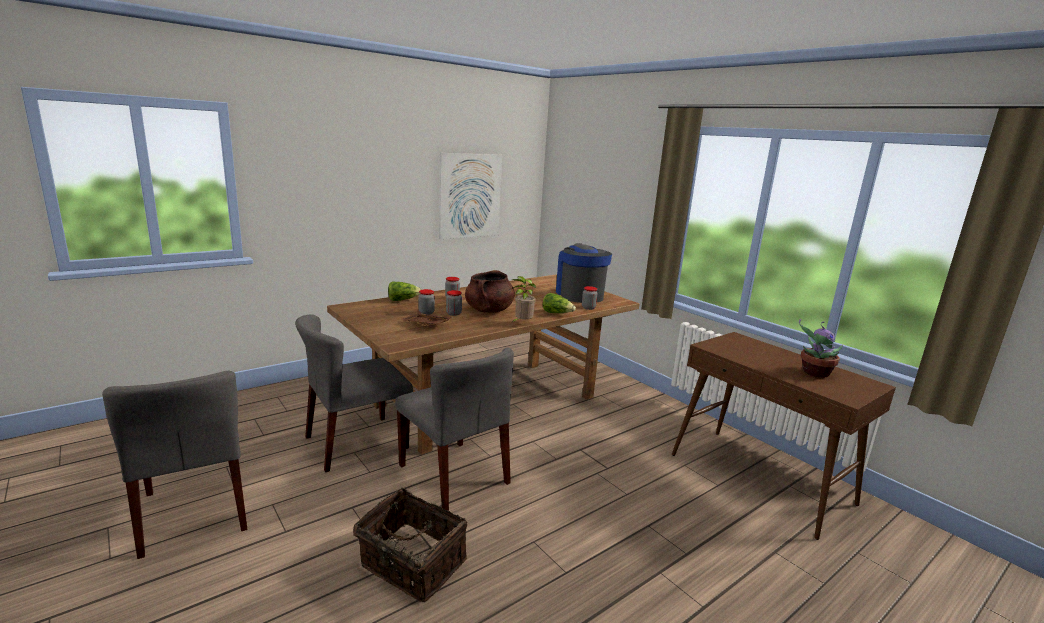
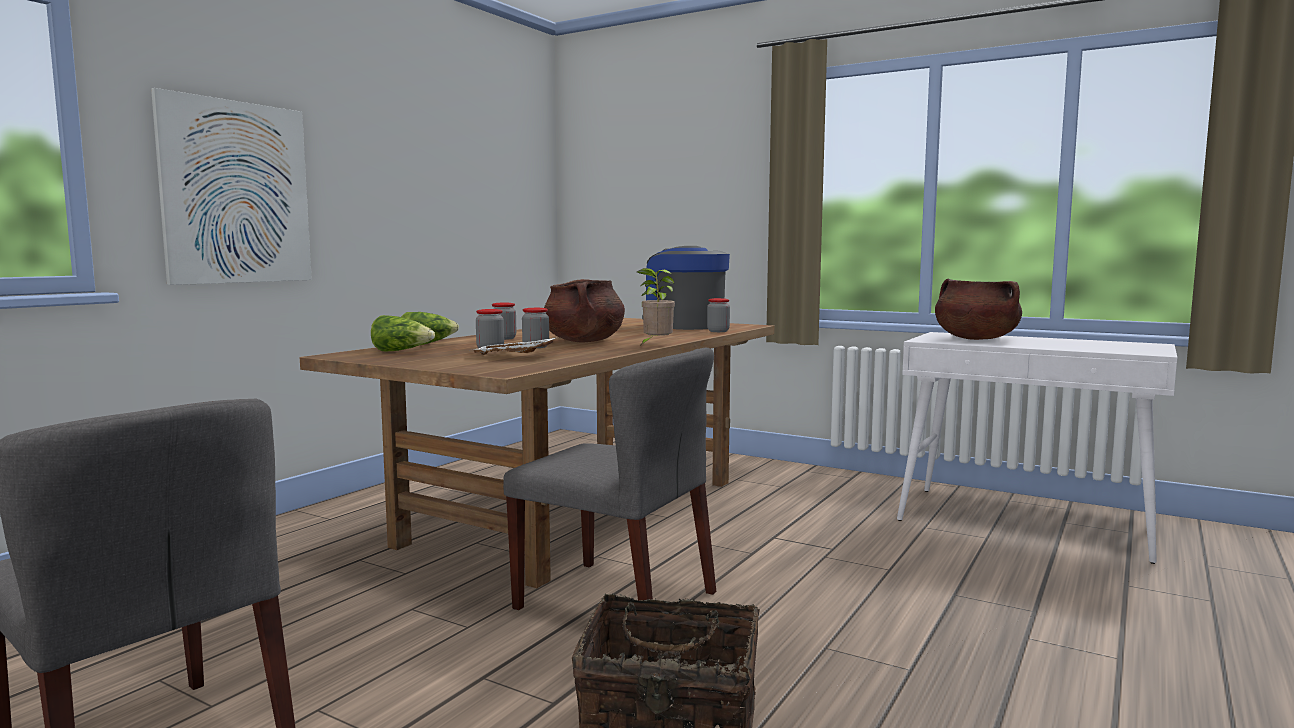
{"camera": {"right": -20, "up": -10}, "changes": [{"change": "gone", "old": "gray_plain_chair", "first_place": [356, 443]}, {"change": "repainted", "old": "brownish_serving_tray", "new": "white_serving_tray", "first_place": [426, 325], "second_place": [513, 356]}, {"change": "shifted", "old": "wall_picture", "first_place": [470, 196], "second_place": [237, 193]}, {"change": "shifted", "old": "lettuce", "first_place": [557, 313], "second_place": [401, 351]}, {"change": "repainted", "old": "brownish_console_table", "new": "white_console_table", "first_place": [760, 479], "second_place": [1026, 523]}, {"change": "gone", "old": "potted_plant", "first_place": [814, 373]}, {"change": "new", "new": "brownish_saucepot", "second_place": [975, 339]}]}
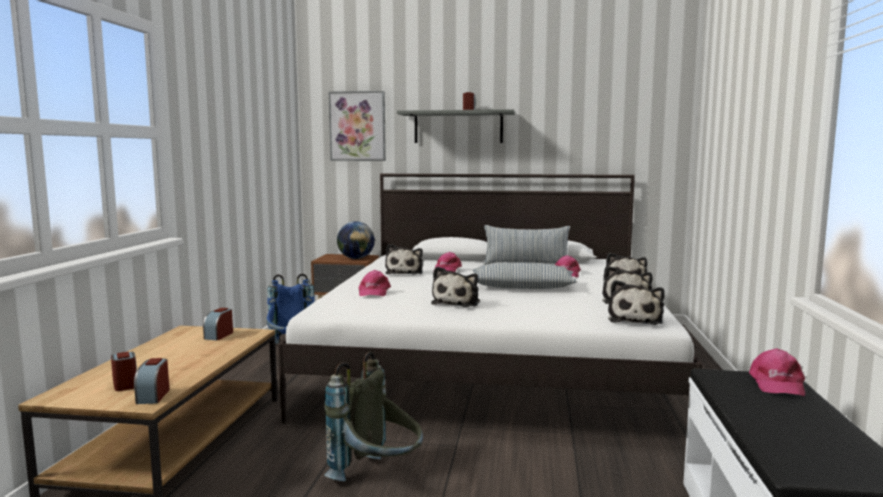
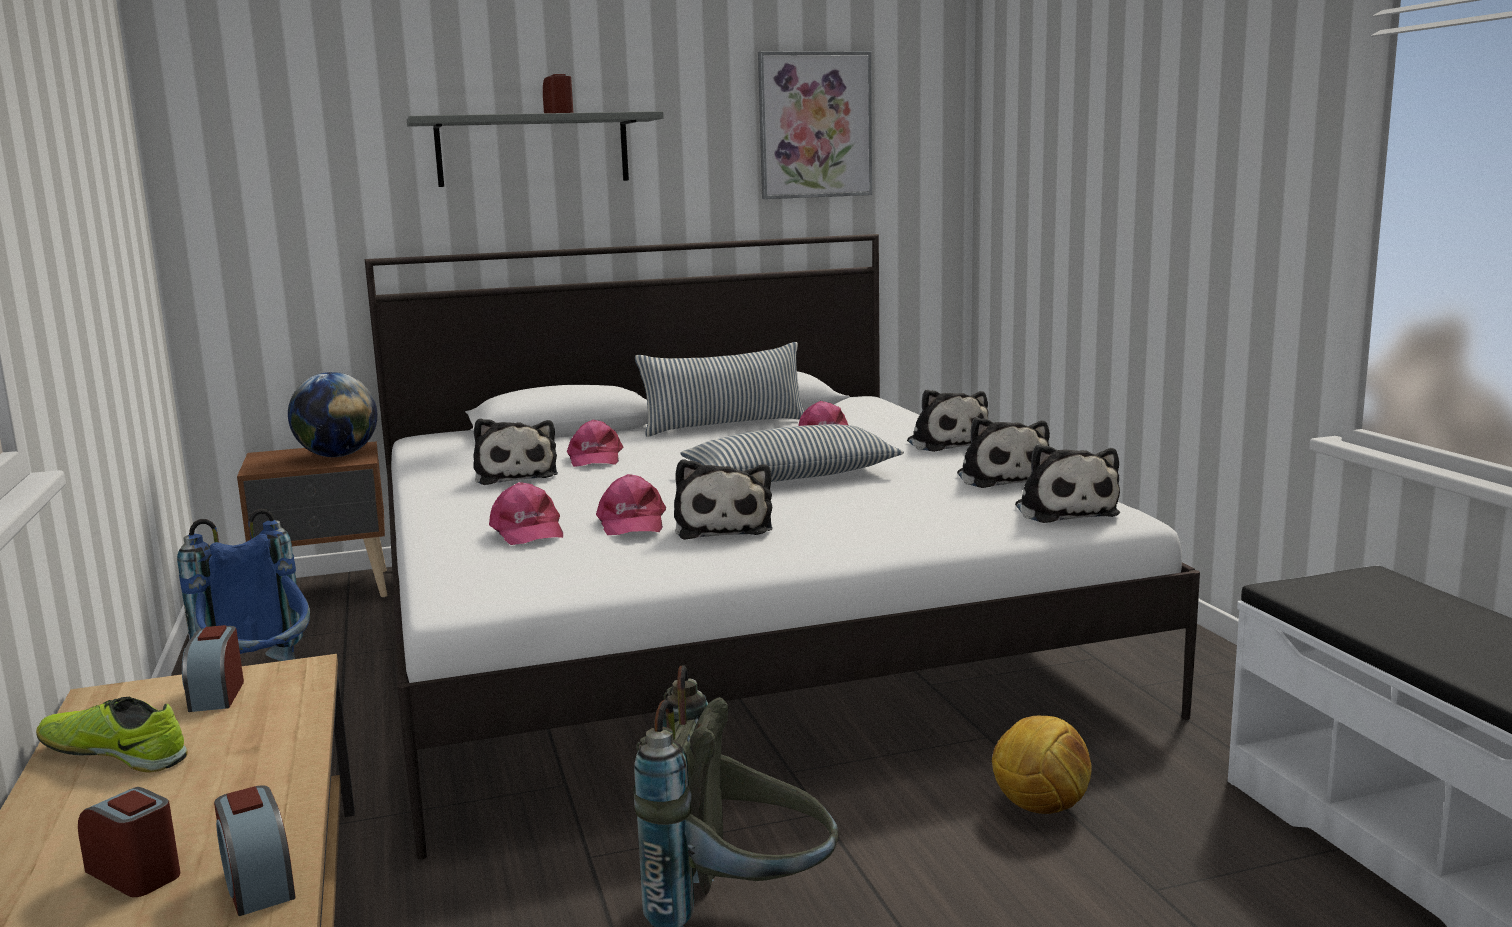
{"camera": {"right": -25, "up": 5}, "changes": [{"change": "shifted", "old": "wall_picture", "first_place": [357, 126], "second_place": [814, 125]}, {"change": "shifted", "old": "pink_cap", "first_place": [776, 383], "second_place": [631, 522]}, {"change": "new", "new": "low_shoe", "second_place": [115, 754]}, {"change": "new", "new": "football", "second_place": [1039, 807]}]}
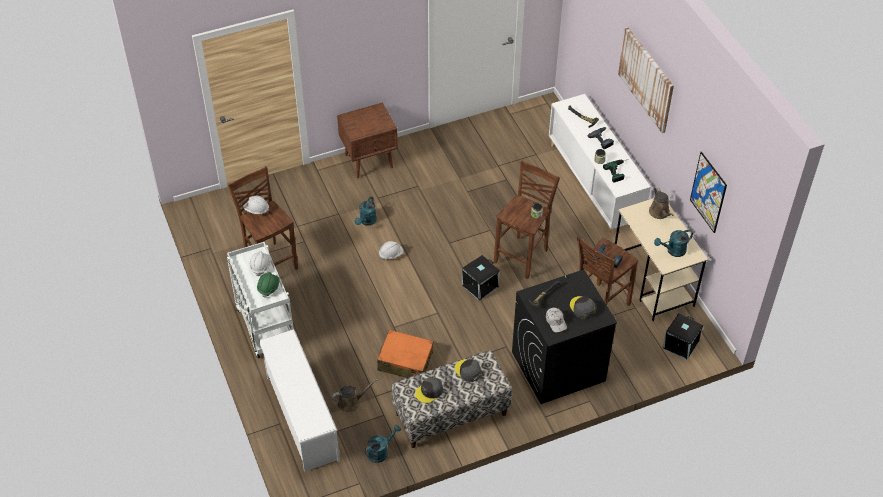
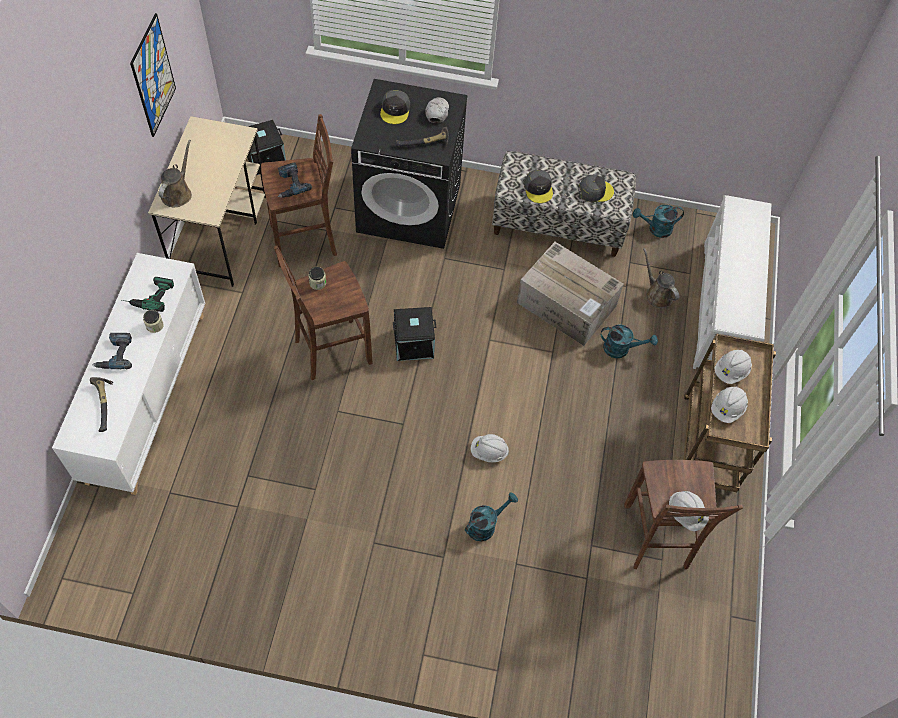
{"camera": {"right": -150, "up": 10}, "changes": [{"change": "repainted", "old": "white_wheeled_cart", "new": "brownish_wheeled_cart", "first_place": [264, 326], "second_place": [710, 444]}, {"change": "repainted", "old": "green_work_helmet", "new": "white_work_helmet", "first_place": [268, 288], "second_place": [731, 371]}, {"change": "rotated", "old": "brownish_sprinkling_can", "first_place": [351, 402], "second_place": [657, 294], "degrees": 45}, {"change": "gone", "old": "brownish_nightstand", "first_place": [369, 161]}, {"change": "swapped", "old": "orange_piece_of_luggage", "new": "packing_box", "first_place": [405, 361], "second_place": [567, 305]}, {"change": "gone", "old": "wall_picture", "first_place": [646, 79]}, {"change": "shifted", "old": "blue-green_sprinkling_can", "first_place": [673, 251], "second_place": [621, 349]}]}
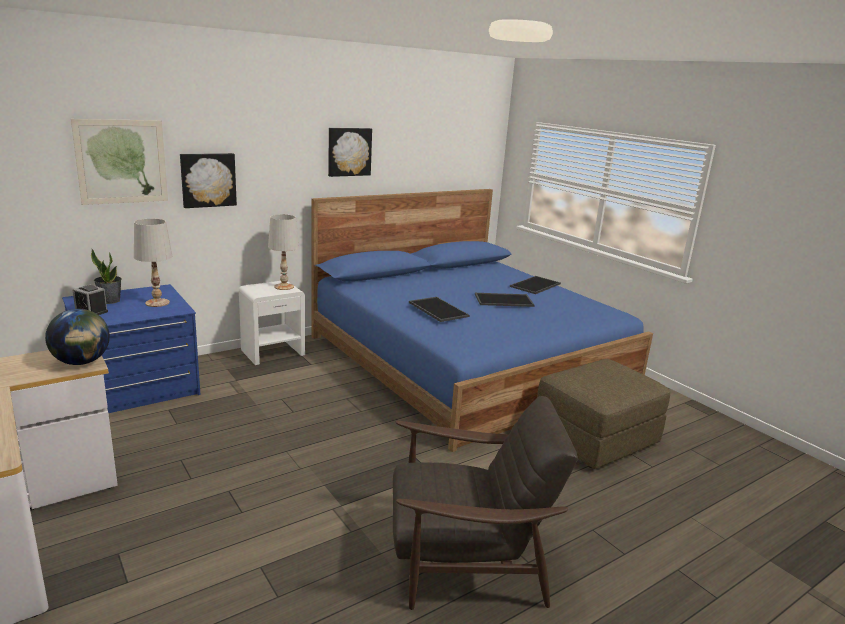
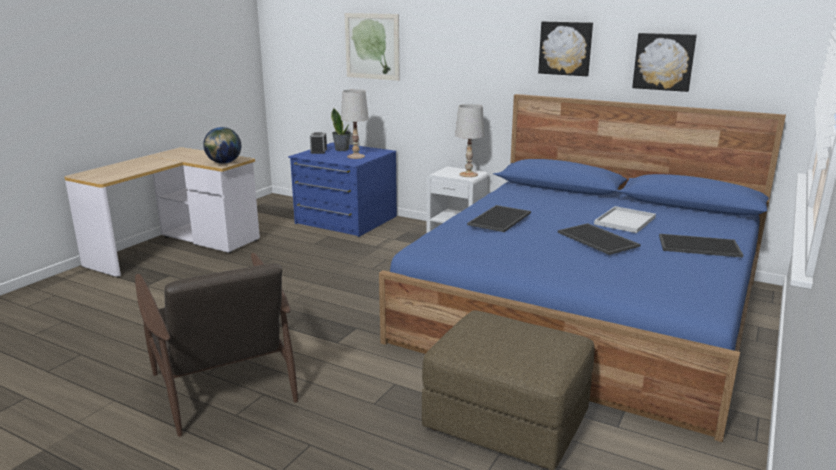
{"camera": {"right": 65, "up": 0}, "changes": [{"change": "shifted", "old": "wall_picture", "first_place": [208, 180], "second_place": [664, 61]}, {"change": "new", "new": "white_serving_tray", "second_place": [625, 221]}]}
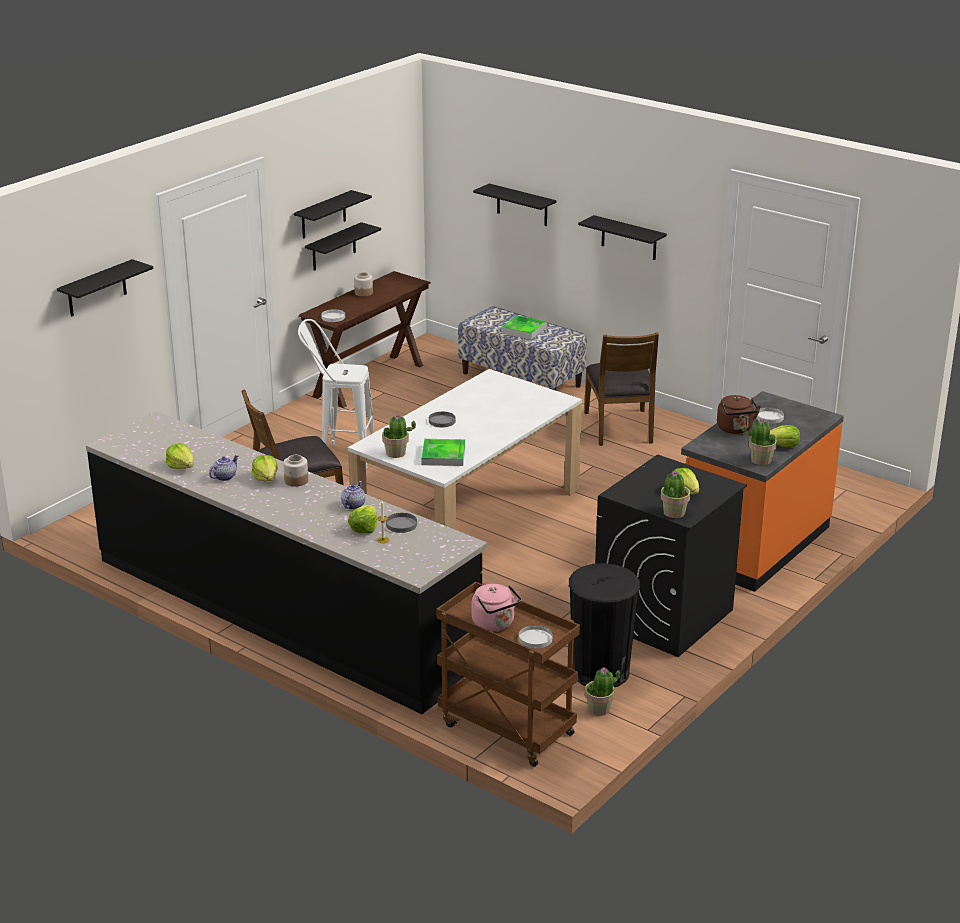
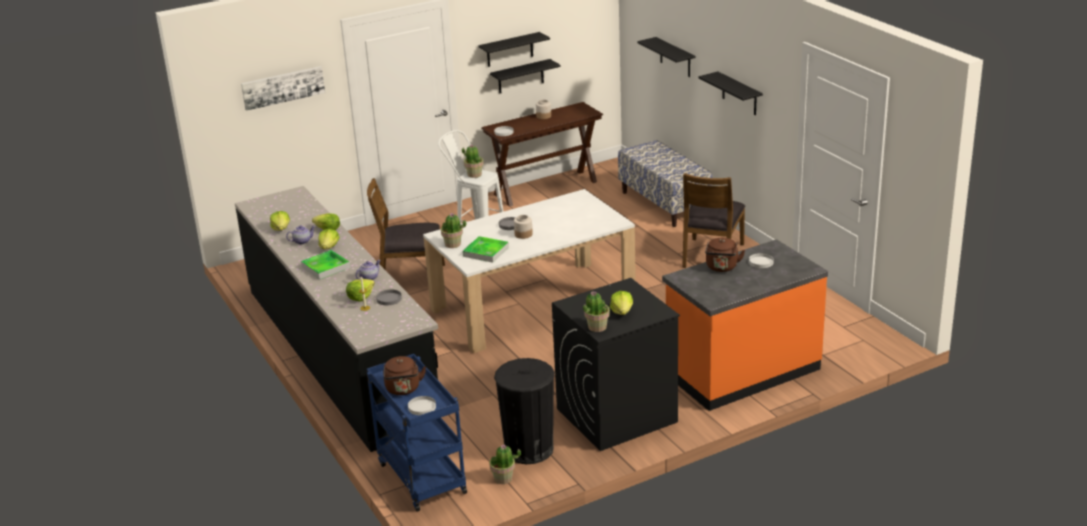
{"camera": {"right": 25, "up": 0}, "changes": [{"change": "swapped", "old": "black_wall_shelf", "new": "wall_picture", "first_place": [97, 289], "second_place": [283, 87]}, {"change": "shifted", "old": "storage_jar", "first_place": [296, 481], "second_place": [523, 234]}, {"change": "repainted", "old": "brownish_wheeled_cart", "new": "bluish_wheeled_cart", "first_place": [504, 729], "second_place": [420, 477]}, {"change": "repainted", "old": "pink_tea_kettle", "new": "brownish_tea_kettle", "first_place": [495, 624], "second_place": [403, 389]}, {"change": "shifted", "old": "serving_tray", "first_place": [523, 330], "second_place": [325, 267]}, {"change": "shifted", "old": "potted_plant", "first_place": [760, 460], "second_place": [474, 174]}, {"change": "shifted", "old": "lettuce", "first_place": [782, 446], "second_place": [327, 229]}]}
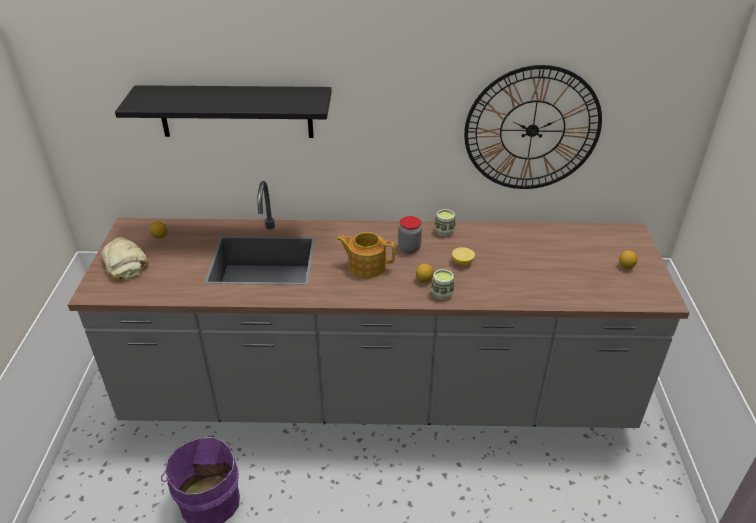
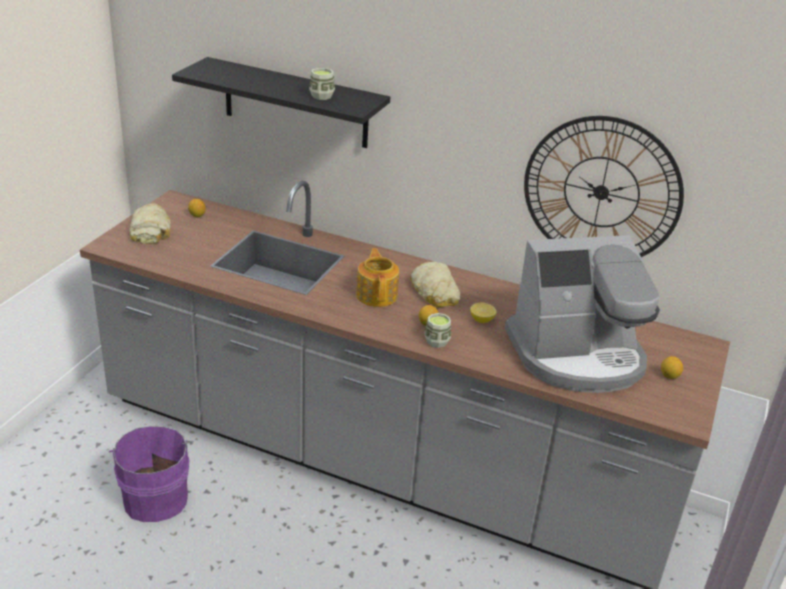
{"camera": {"right": 20, "up": -5}, "changes": [{"change": "rotated", "old": "tea_pot", "first_place": [366, 266], "second_place": [377, 295], "degrees": 45}, {"change": "swapped", "old": "storage_jar", "new": "bakery_bread", "first_place": [409, 248], "second_place": [434, 291]}, {"change": "shifted", "old": "cup", "first_place": [444, 231], "second_place": [321, 96]}, {"change": "new", "new": "coffee_maker", "second_place": [577, 356]}]}
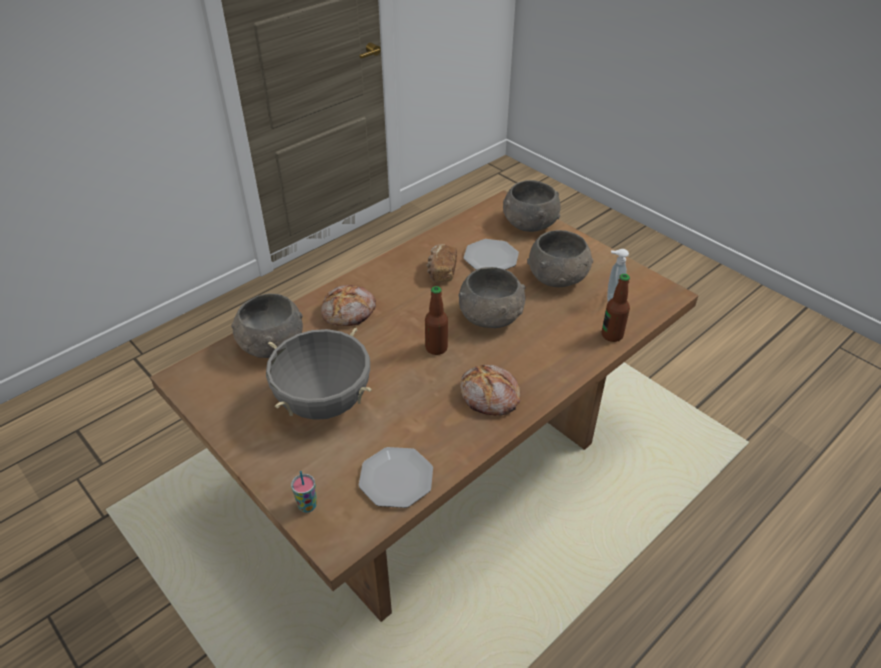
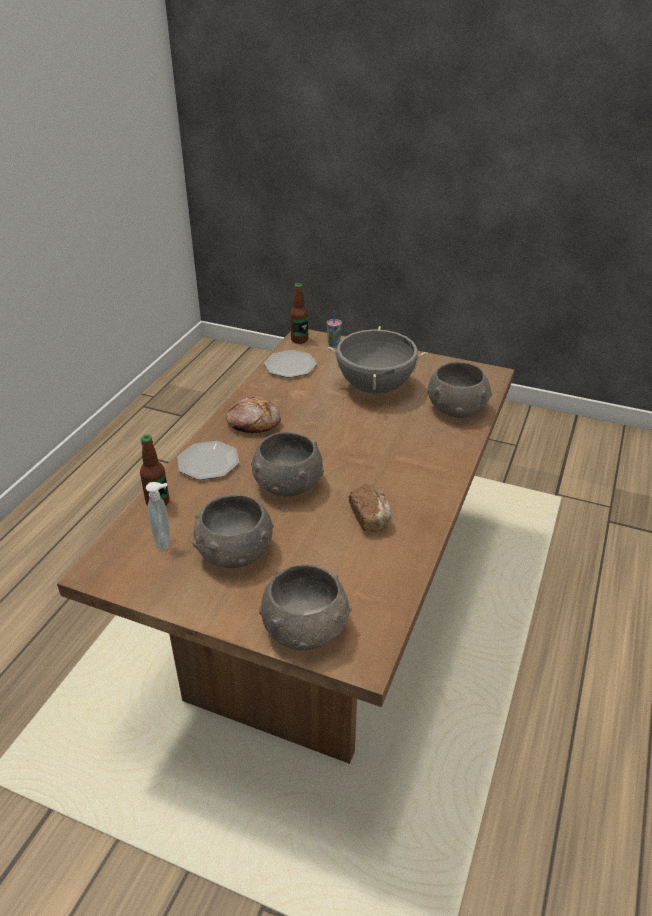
{"camera": {"right": 155, "up": -5}, "changes": [{"change": "gone", "old": "bakery_bread", "first_place": [349, 312]}, {"change": "shifted", "old": "drink_bottle", "first_place": [436, 348], "second_place": [299, 340]}, {"change": "shifted", "old": "flat_dish", "first_place": [491, 258], "second_place": [208, 462]}]}
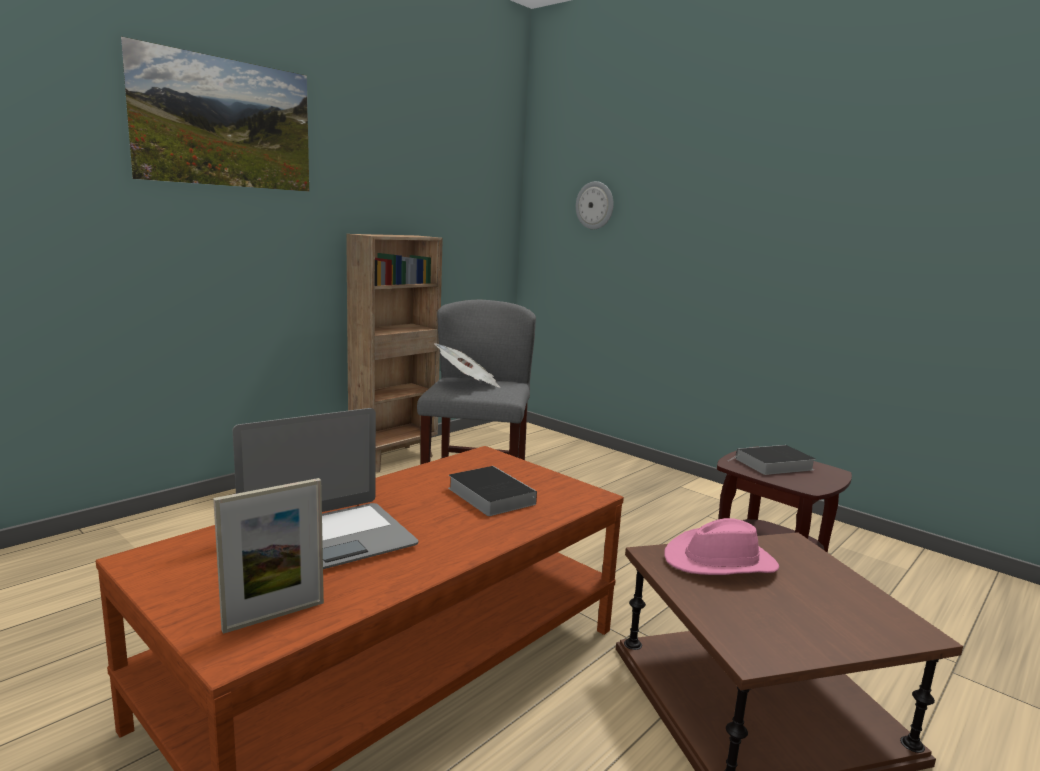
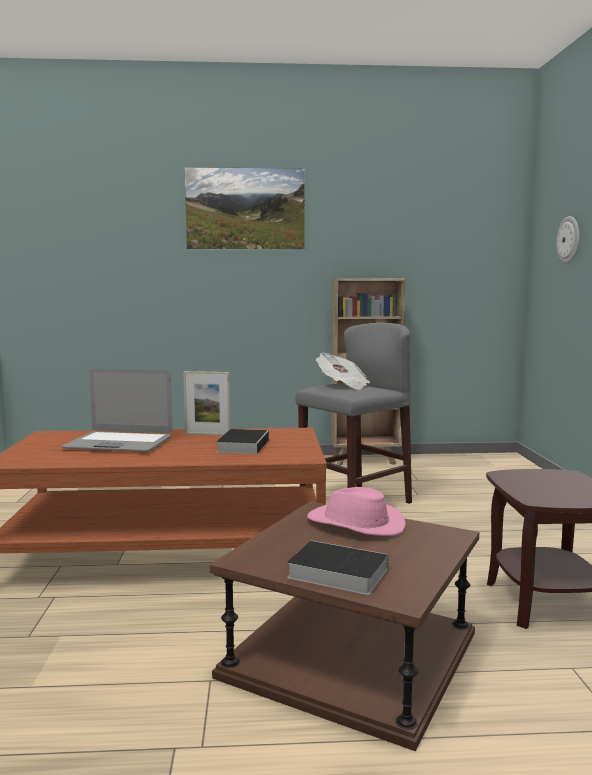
{"camera": {"right": 45, "up": -5}, "changes": [{"change": "shifted", "old": "picture_frame", "first_place": [274, 616], "second_place": [207, 434]}, {"change": "shifted", "old": "bound_book", "first_place": [773, 464], "second_place": [334, 573]}]}
